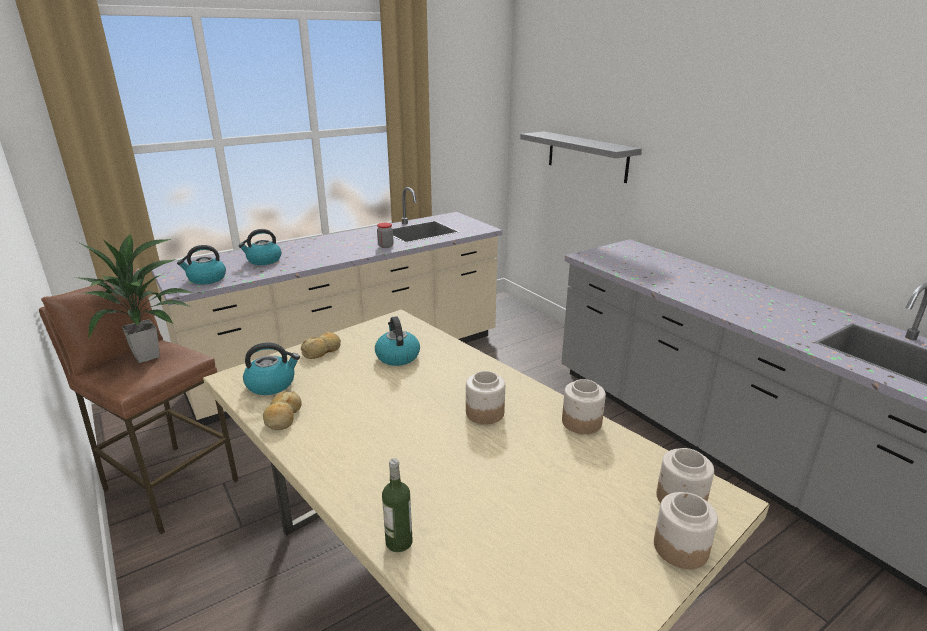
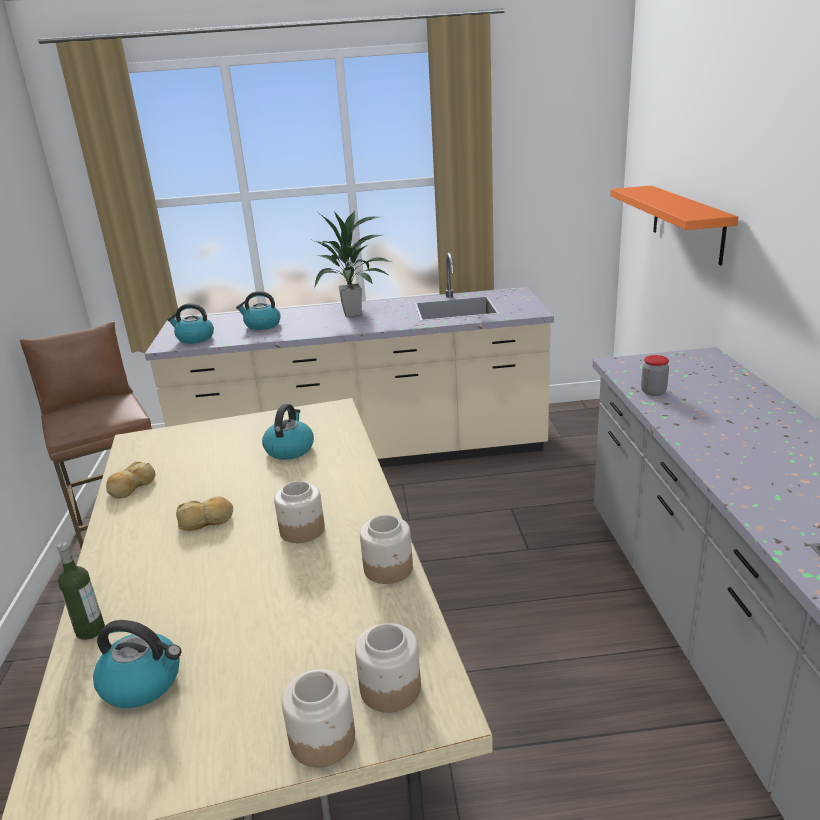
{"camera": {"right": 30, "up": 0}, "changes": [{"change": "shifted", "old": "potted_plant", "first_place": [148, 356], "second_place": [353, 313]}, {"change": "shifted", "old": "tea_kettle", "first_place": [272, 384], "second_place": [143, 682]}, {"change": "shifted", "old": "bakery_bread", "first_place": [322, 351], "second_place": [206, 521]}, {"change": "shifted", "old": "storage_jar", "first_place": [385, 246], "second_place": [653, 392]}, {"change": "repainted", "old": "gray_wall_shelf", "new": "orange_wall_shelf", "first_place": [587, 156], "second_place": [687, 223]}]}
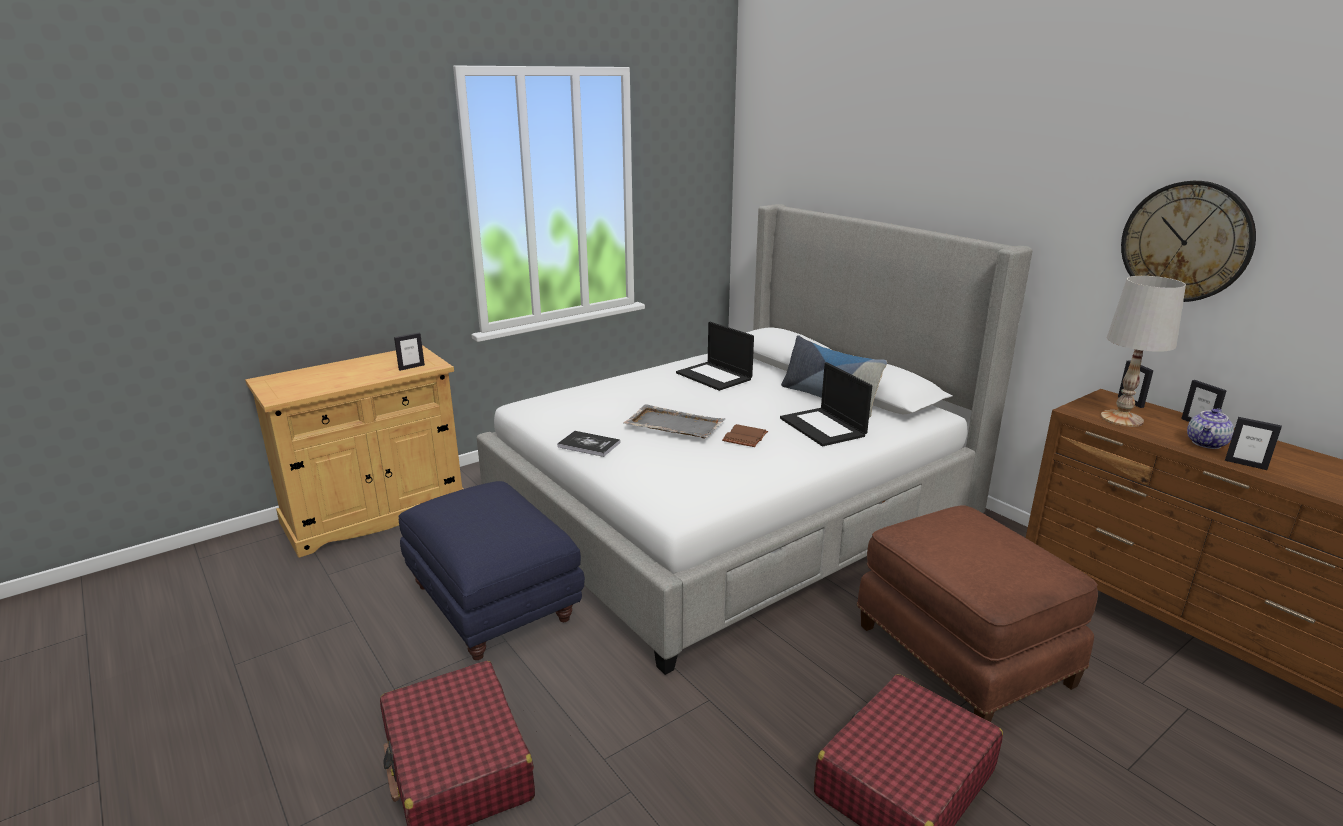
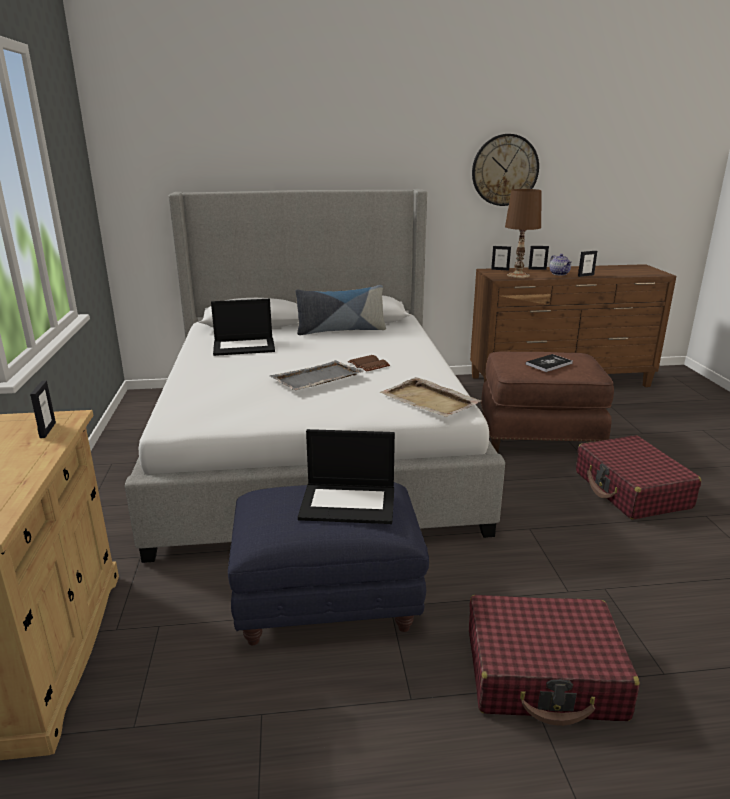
{"camera": {"right": -60, "up": 0}, "changes": [{"change": "shifted", "old": "bound_book", "first_place": [588, 445], "second_place": [549, 364]}, {"change": "shifted", "old": "notebook_computer", "first_place": [824, 427], "second_place": [349, 503]}, {"change": "repainted", "old": "white_lamp_for_a_table", "new": "brownish_lamp_for_a_table", "first_place": [1122, 418], "second_place": [518, 275]}, {"change": "new", "new": "beige-coloured_serving_tray", "second_place": [430, 401]}]}
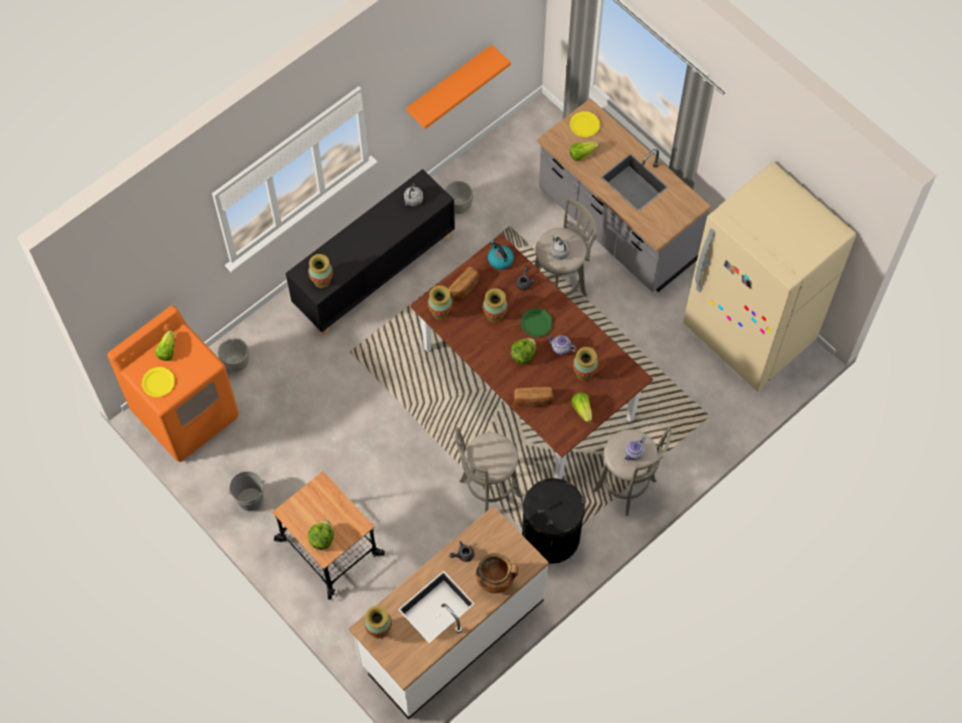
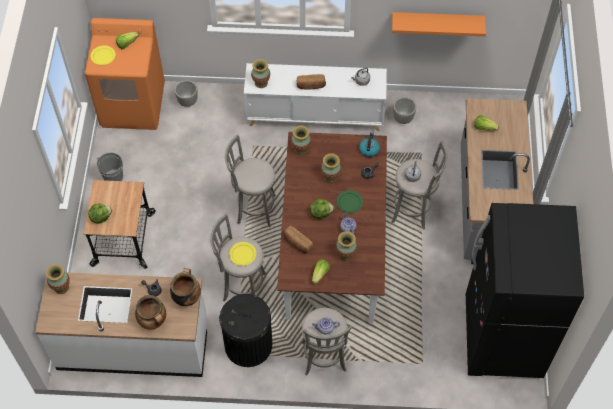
{"camera": {"right": 45, "up": -5}, "changes": [{"change": "repainted", "old": "black_storage_cabinet", "new": "white_storage_cabinet", "first_place": [375, 271], "second_place": [315, 115]}, {"change": "shifted", "old": "bakery_bread", "first_place": [464, 288], "second_place": [311, 86]}, {"change": "shifted", "old": "yellow-coloured_flat_dish", "first_place": [585, 125], "second_place": [243, 254]}, {"change": "repainted", "old": "beige-coloured_refrigerator", "new": "black_refrigerator", "first_place": [748, 334], "second_place": [502, 337]}, {"change": "new", "new": "saucepot", "second_place": [186, 297]}, {"change": "new", "new": "gray_stool", "second_place": [253, 209]}]}
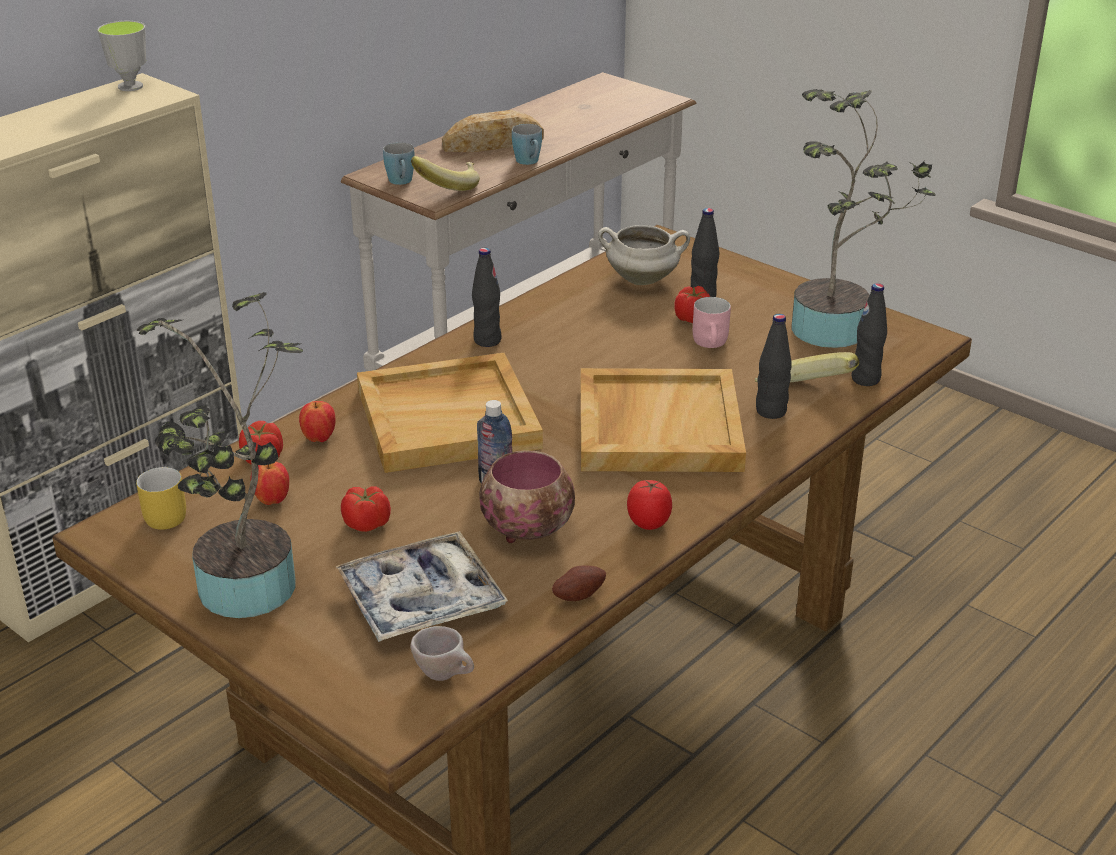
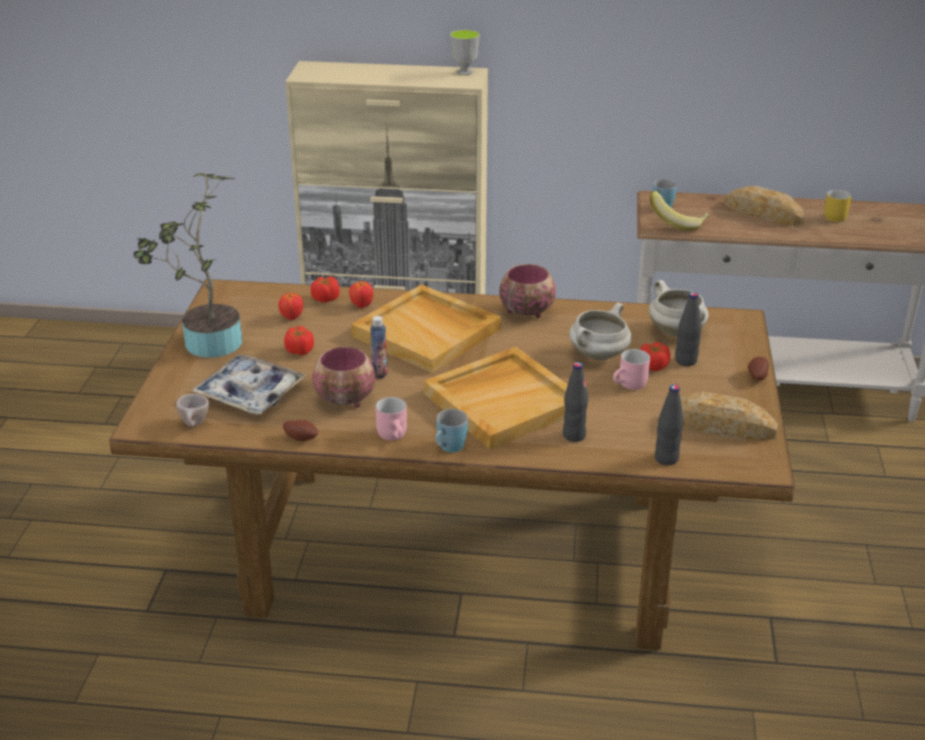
{"camera": {"right": 55, "up": 0}, "changes": [{"change": "shifted", "old": "yellow-coloured_mug", "first_place": [163, 514], "second_place": [836, 216]}, {"change": "swapped", "old": "black_drink_bottle", "new": "serving_bowl", "first_place": [487, 340], "second_place": [526, 311]}, {"change": "shifted", "old": "bluish_mug", "first_place": [529, 162], "second_place": [448, 448]}, {"change": "swapped", "old": "whole_tomato", "new": "pink_mug", "first_place": [648, 523], "second_place": [395, 435]}, {"change": "gone", "old": "whole_banana", "first_place": [803, 393]}, {"change": "swapped", "old": "potted_plant", "new": "bakery_bread", "first_place": [838, 329], "second_place": [721, 426]}, {"change": "new", "new": "white_saucepot", "second_place": [598, 356]}, {"change": "new", "new": "potato", "second_place": [756, 376]}]}
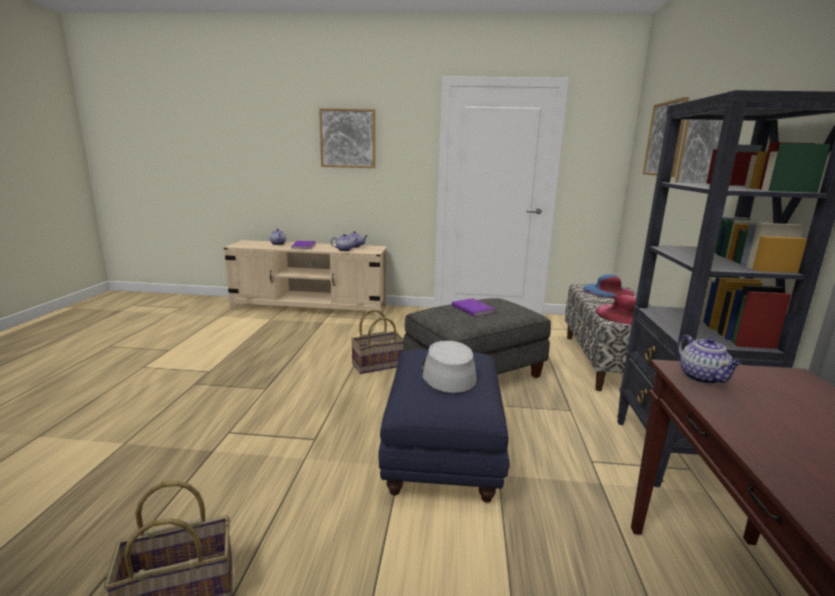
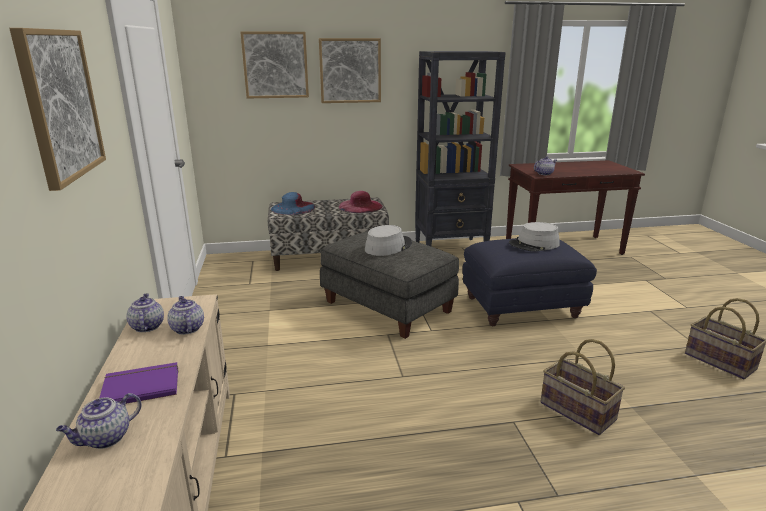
{"camera": {"right": -105, "up": 5}, "changes": [{"change": "shifted", "old": "storage_basket", "first_place": [378, 364], "second_place": [576, 411]}, {"change": "swapped", "old": "purple-coloured_bound_book", "new": "gray_clothing_hat", "first_place": [474, 308], "second_place": [388, 246]}]}
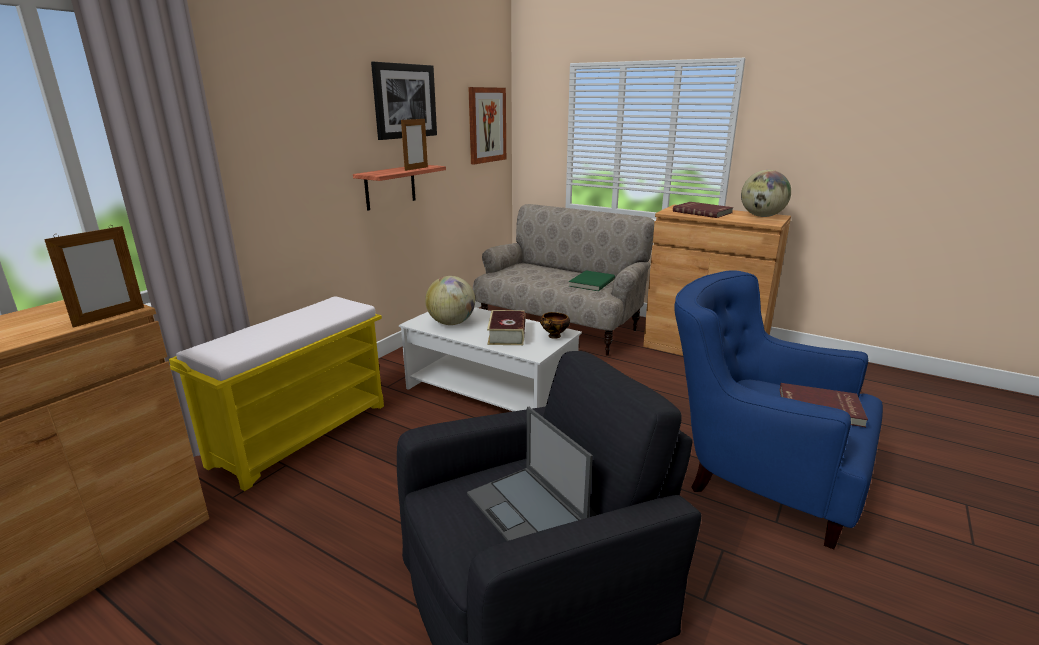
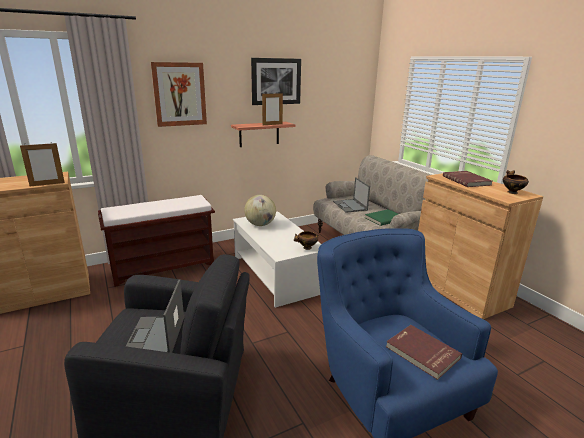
{"camera": {"right": 30, "up": 0}, "changes": [{"change": "repainted", "old": "yellow-coloured_bench", "new": "brownish_bench", "first_place": [303, 433], "second_place": [164, 267]}, {"change": "shifted", "old": "wall_picture", "first_place": [486, 125], "second_place": [179, 94]}, {"change": "gone", "old": "bound_book", "first_place": [507, 334]}, {"change": "swapped", "old": "world_globe", "new": "serving_bowl", "first_place": [761, 216], "second_place": [511, 192]}, {"change": "new", "new": "notebook_computer", "second_place": [350, 206]}]}
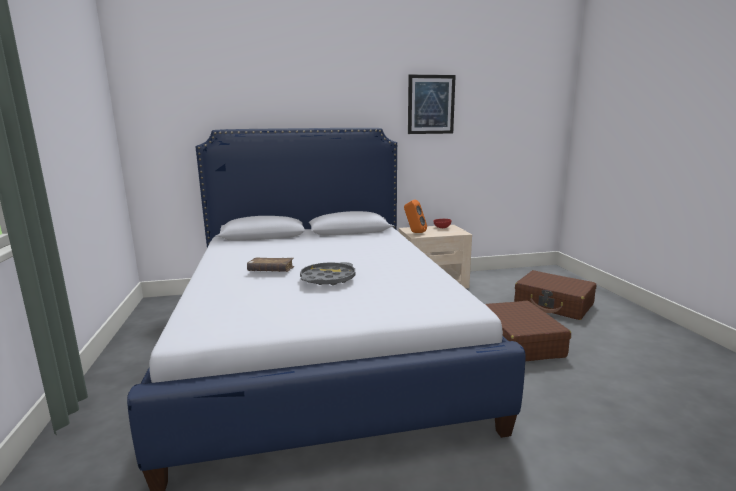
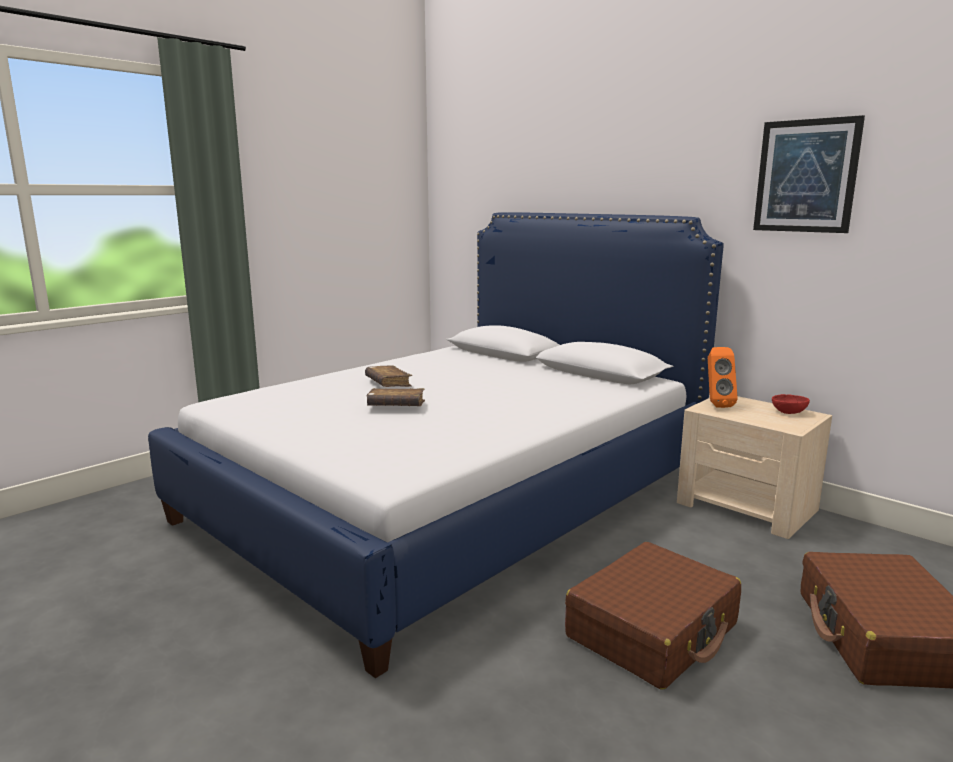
{"camera": {"right": 55, "up": 0}, "changes": [{"change": "swapped", "old": "gray_serving_tray", "new": "brownish_bound_book", "first_place": [328, 278], "second_place": [396, 405]}]}
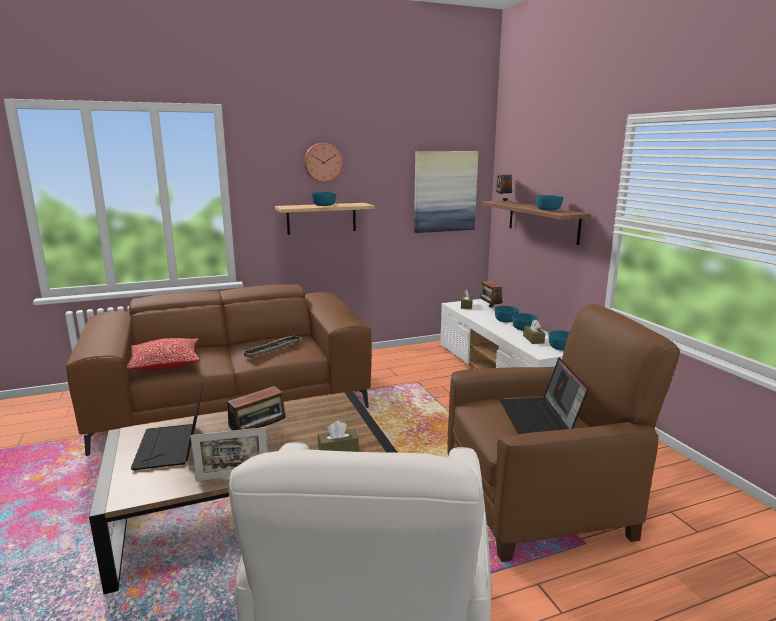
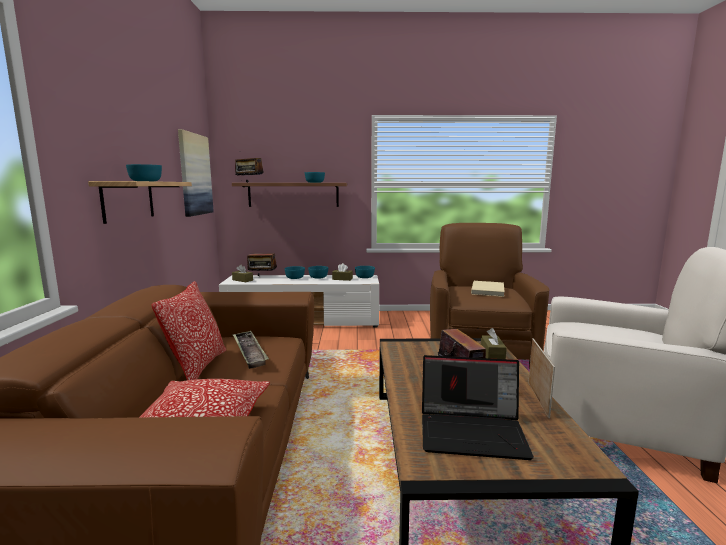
{"camera": {"right": -70, "up": -5}, "changes": [{"change": "gone", "old": "wall_clock", "first_place": [323, 162]}, {"change": "swapped", "old": "notebook_computer", "new": "beige-coloured_bound_book", "first_place": [540, 418], "second_place": [488, 290]}, {"change": "new", "new": "throw_pillow", "second_place": [197, 367]}]}
